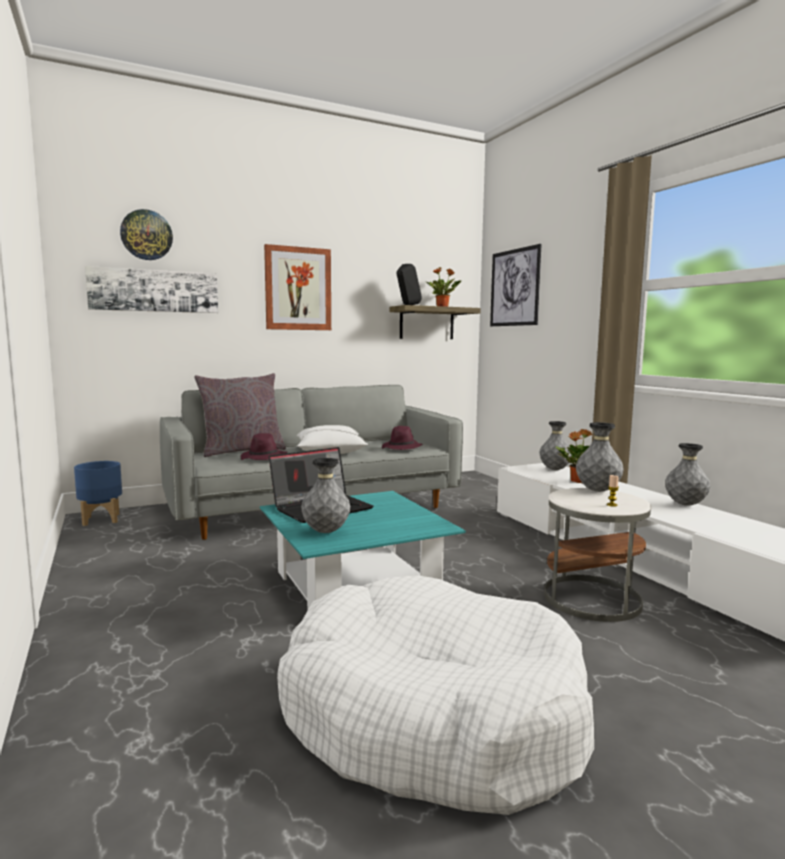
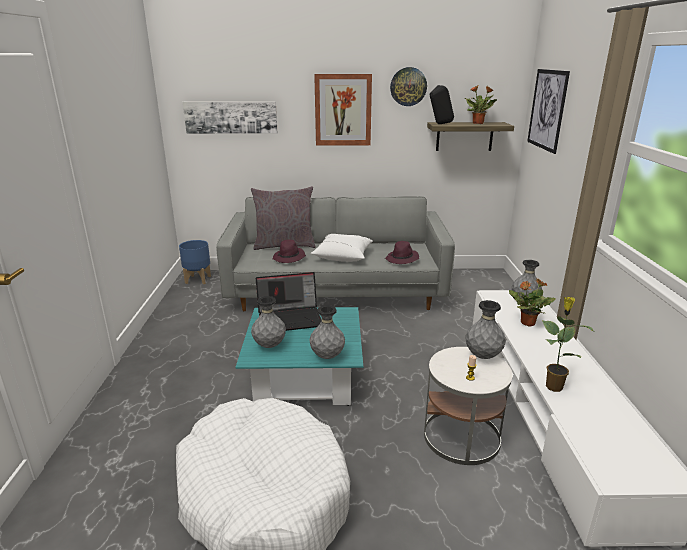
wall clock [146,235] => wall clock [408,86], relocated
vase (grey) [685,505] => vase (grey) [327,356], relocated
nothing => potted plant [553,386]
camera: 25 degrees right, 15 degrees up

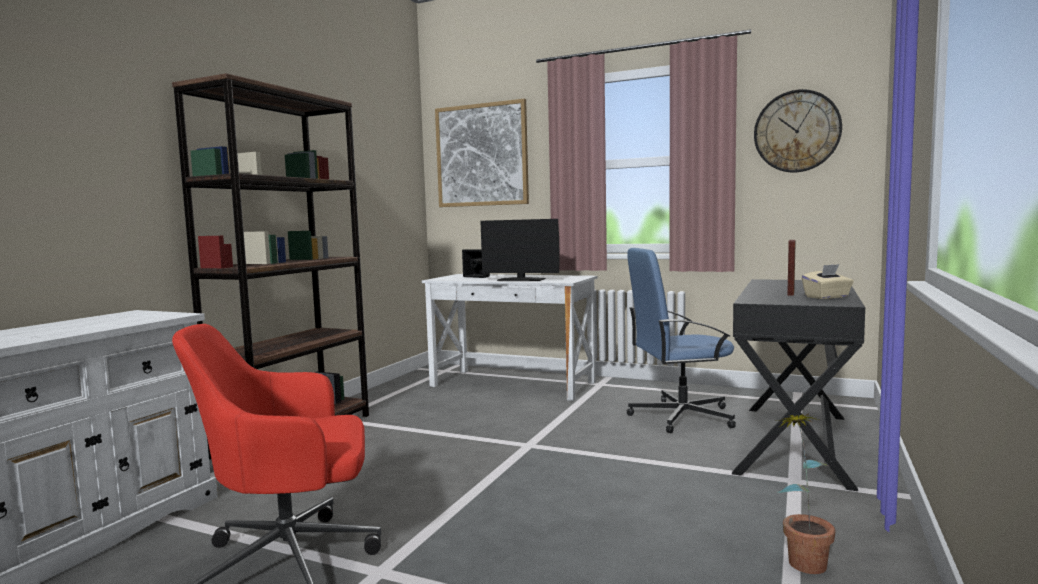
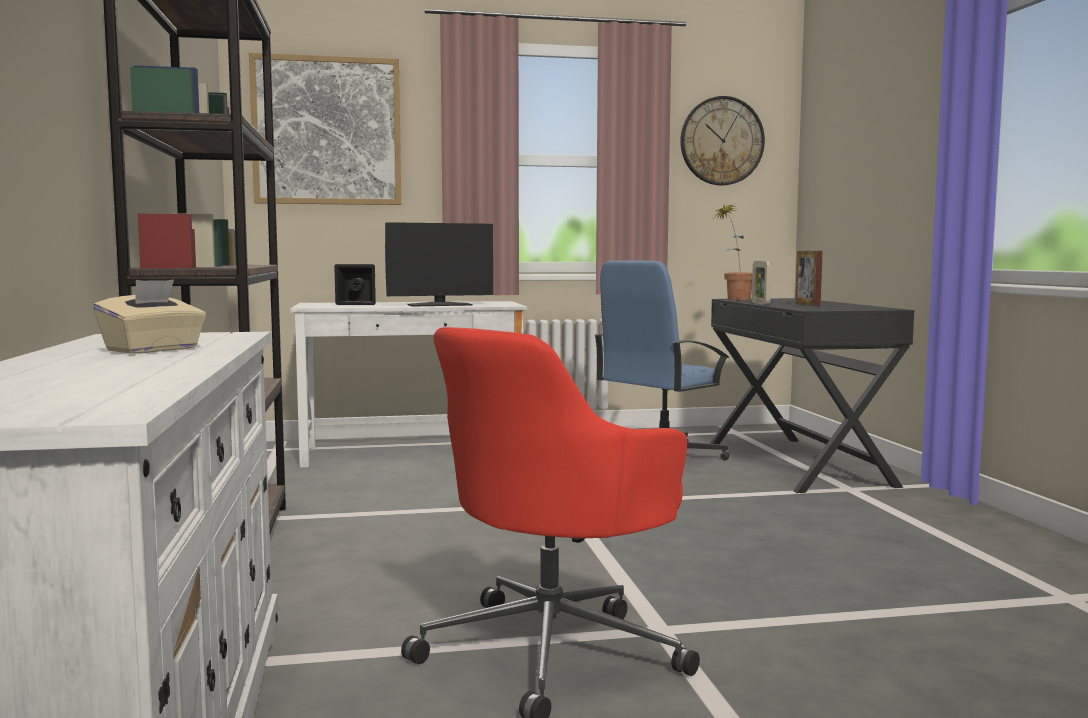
tissue box (beige) [827,297] => tissue box (beige) [153,350], relocated
potted plant [803,558] => potted plant [734,299], relocated
nothing => picture frame [760,303]
camera: 35 degrees left, 0 degrees up

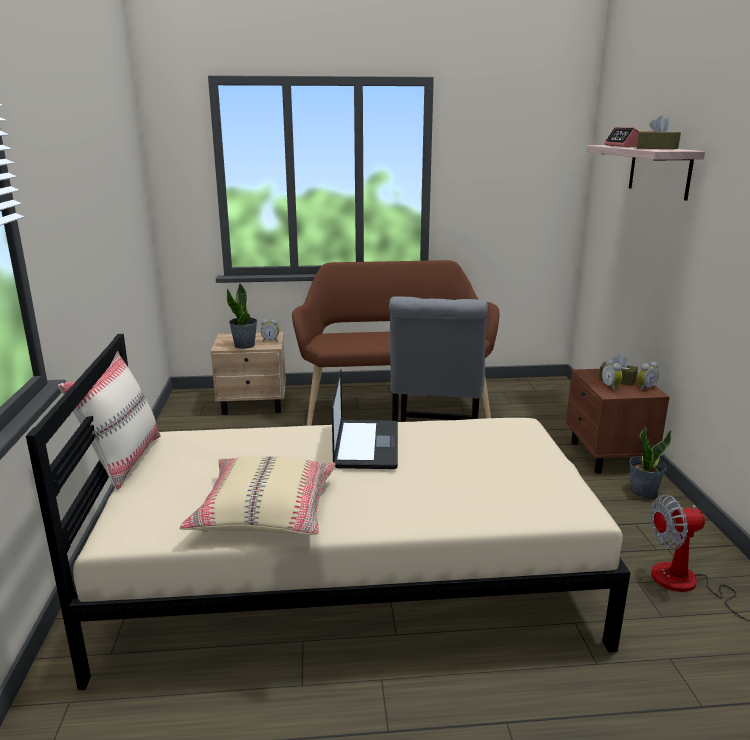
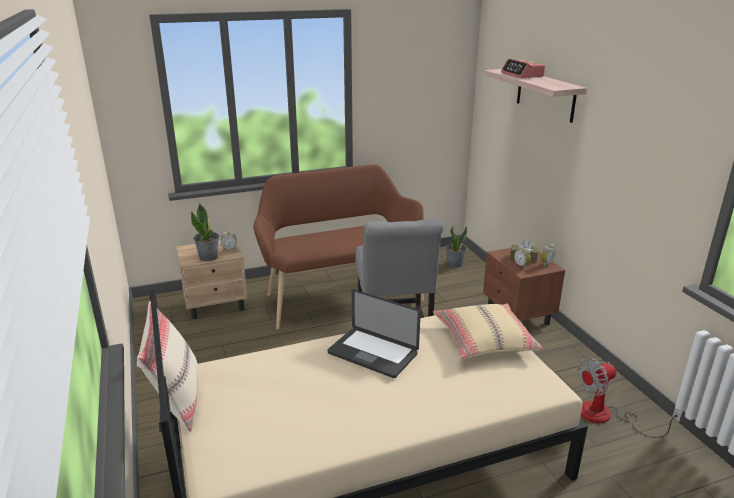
tissue box (brown) [657,148] => nothing
laptop [367,446] => laptop [372,353], 135 degrees clockwise
potted plant [643,491] => potted plant [454,264], relocated
pillow (beige) [265,511] => pillow (beige) [484,340], relocated
camera: 15 degrees left, 5 degrees up

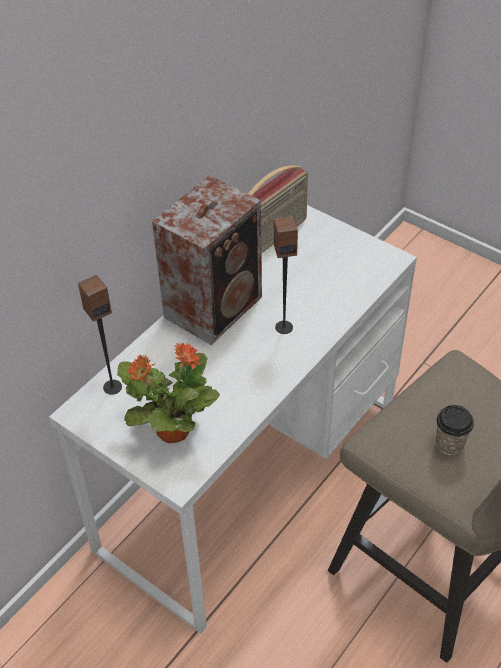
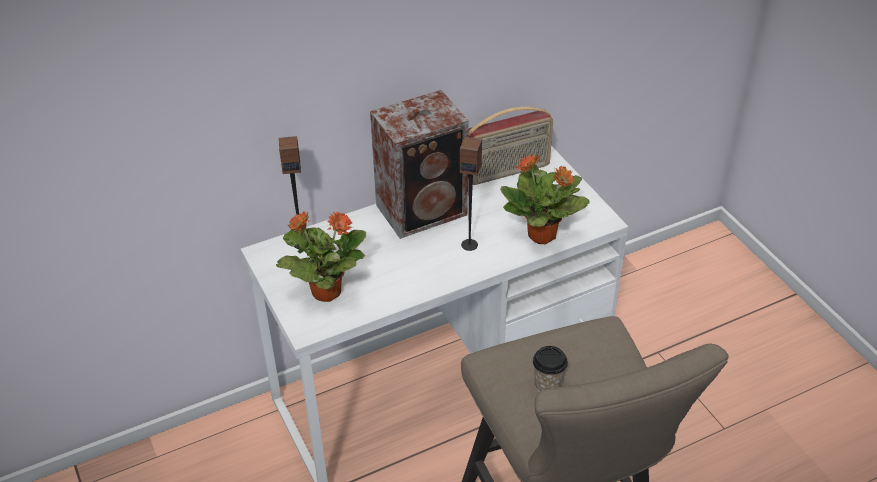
nothing => potted plant [543,236]
camera: 25 degrees right, 5 degrees down

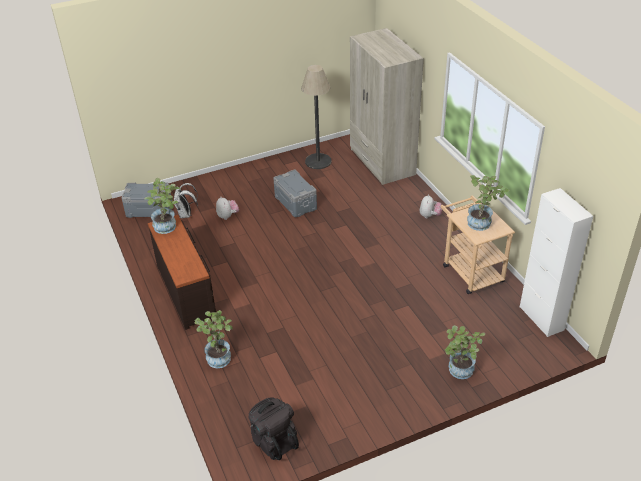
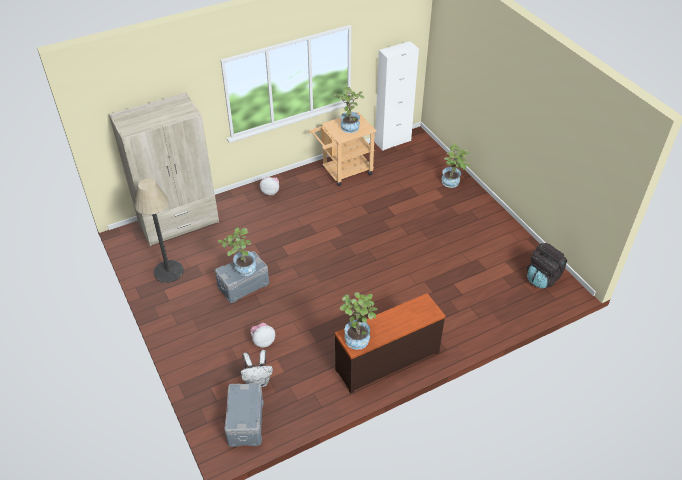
potted plant [218,356] => potted plant [242,268], relocated
camera: 95 degrees left, 5 degrees up

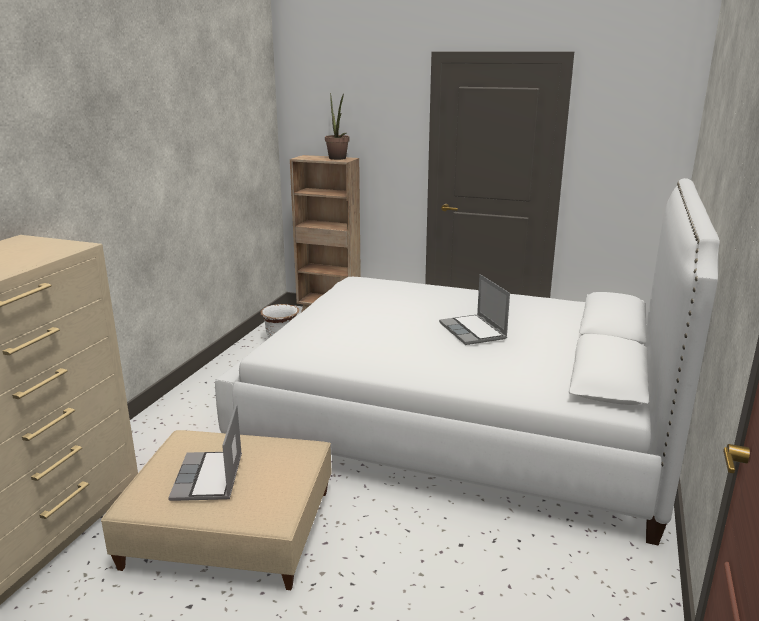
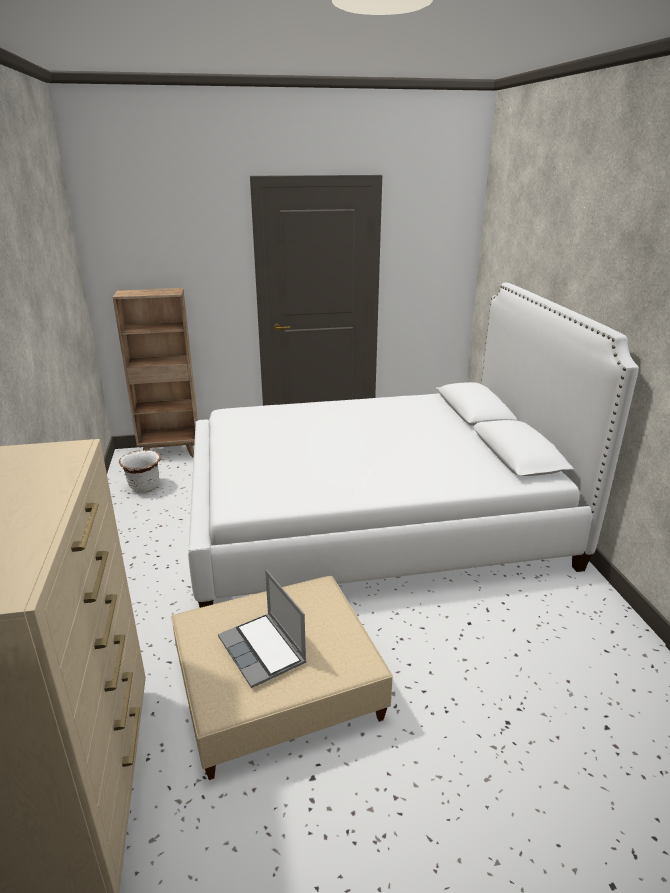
potted plant [338,159] => nothing
laptop [473,331] => nothing
camera: 30 degrees left, 5 degrees up

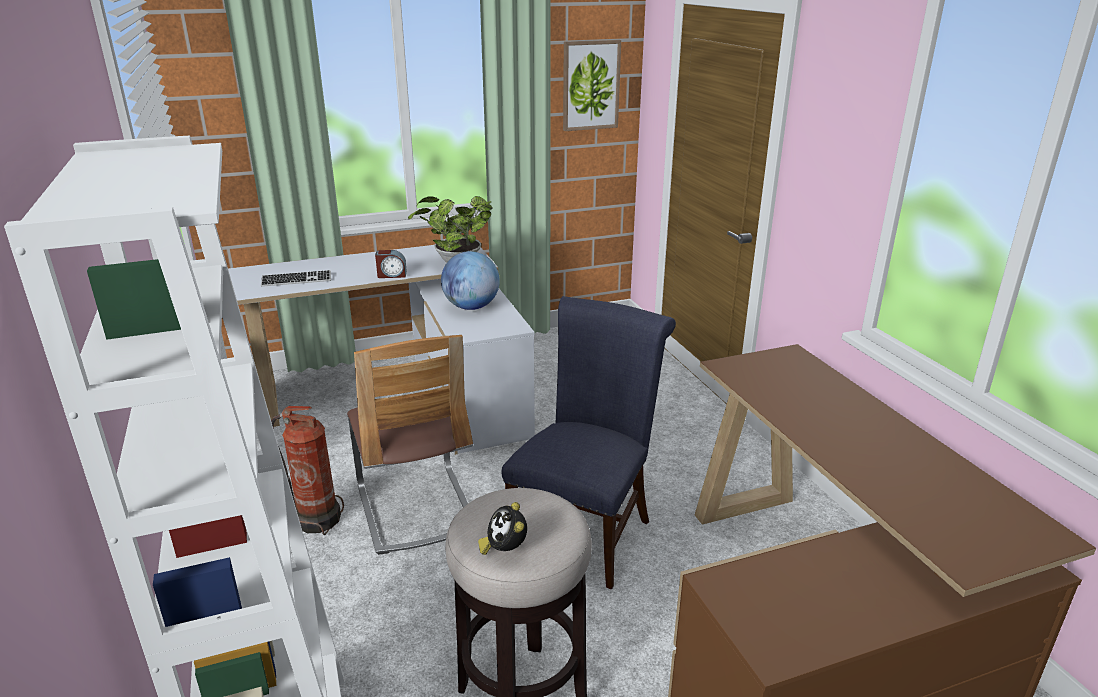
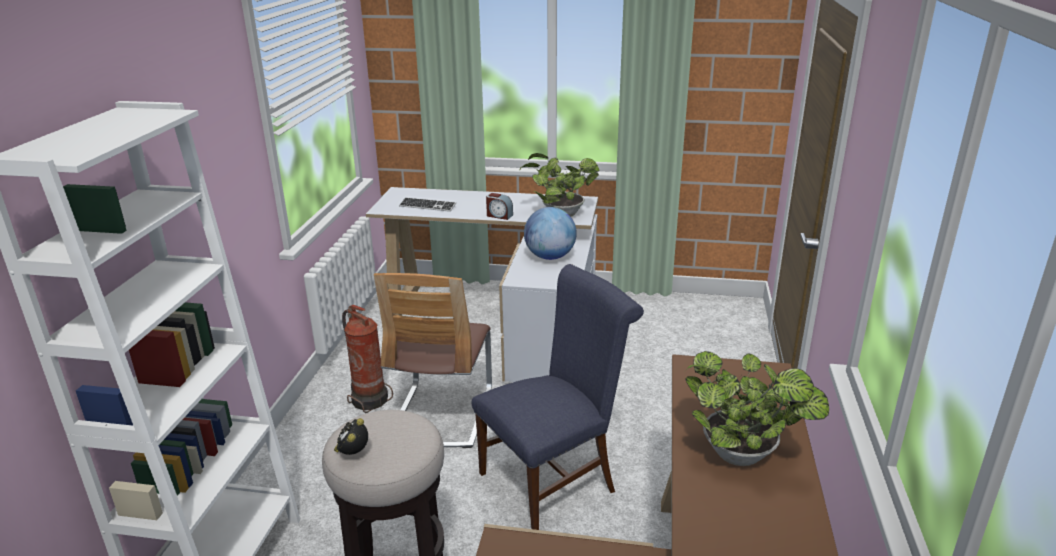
picture [590,85] => nothing
nothing => potted plant [744,456]
camera: 30 degrees right, 0 degrees up

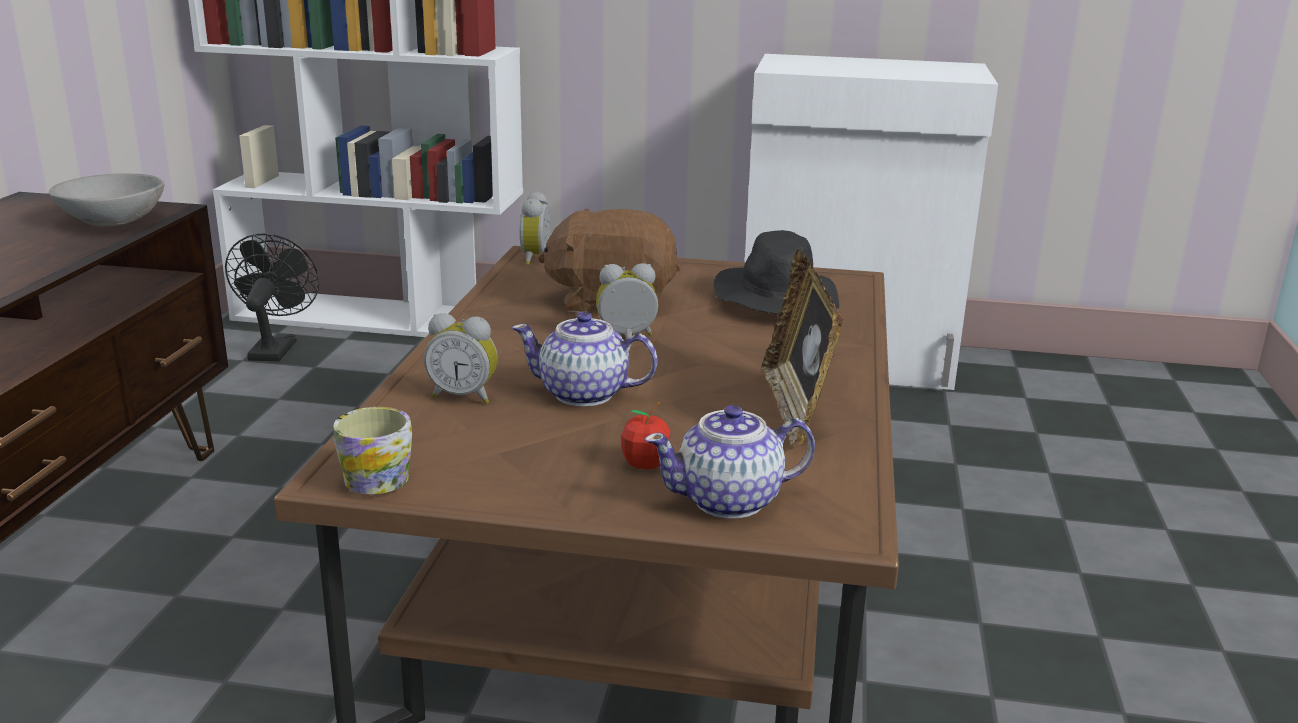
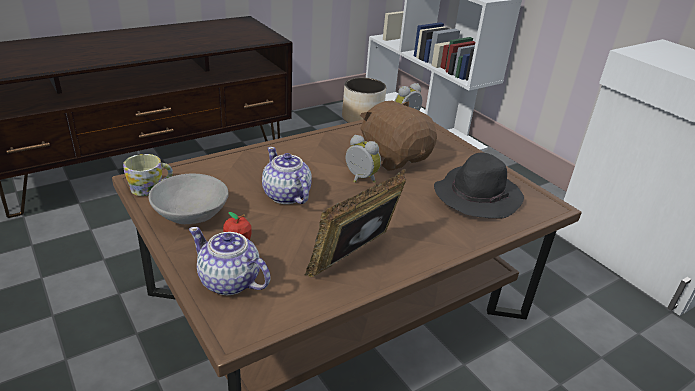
bowl (grey) [113,221] => bowl (grey) [191,215], relocated
fan (black) [275,348] => planter [361,119]
alarm clock [464,396] => nothing
camera: 45 degrees right, 10 degrees up

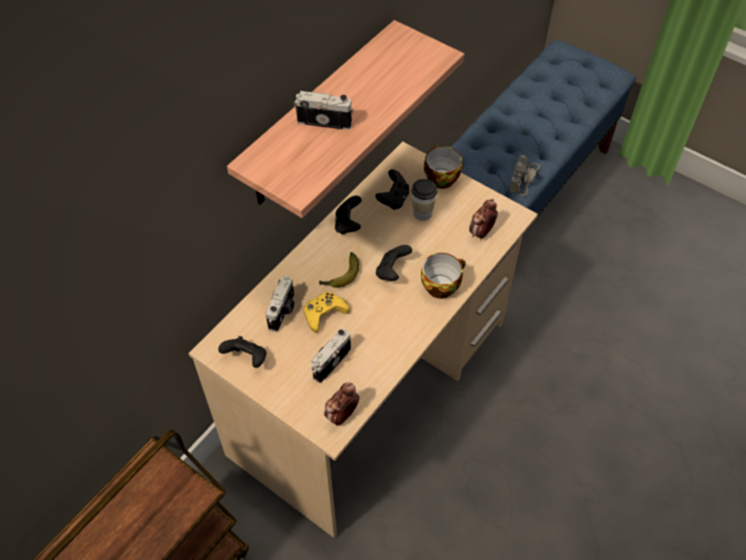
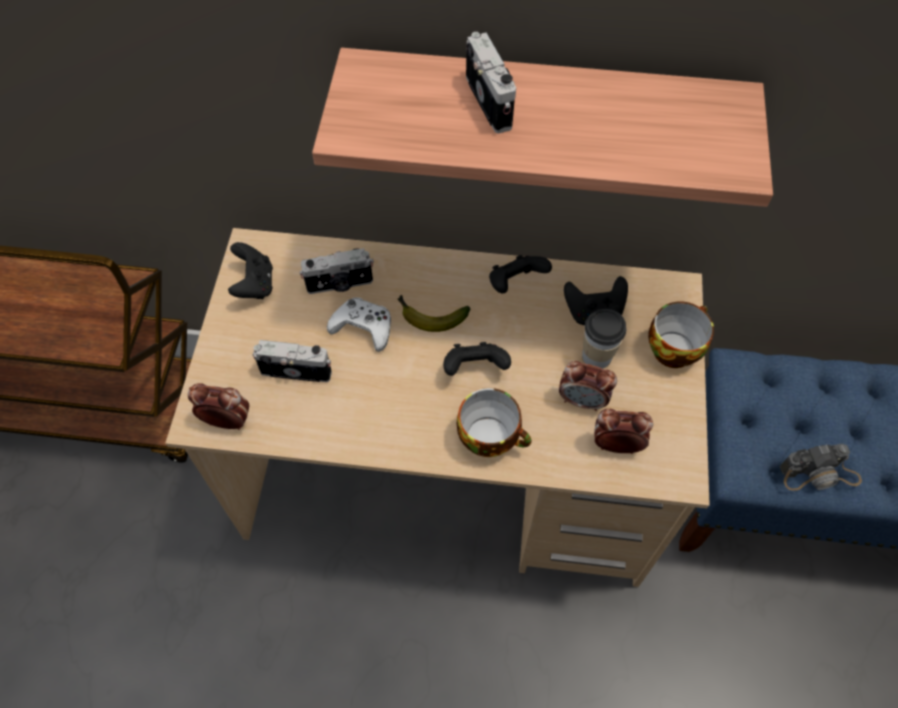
game controller (yellow) [324,313] => game controller (white) [363,327]
nothing => alarm clock [582,400]
camera: 60 degrees right, 5 degrees up

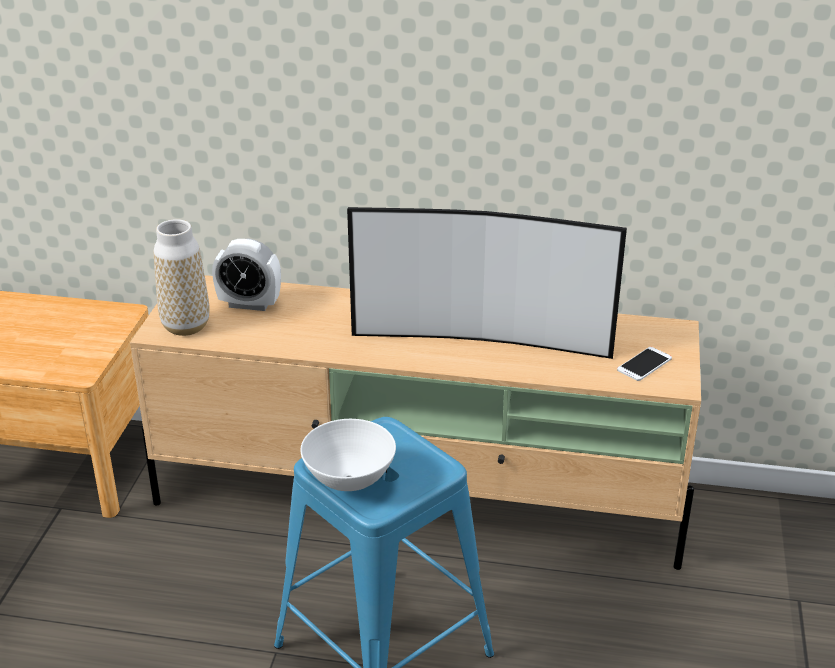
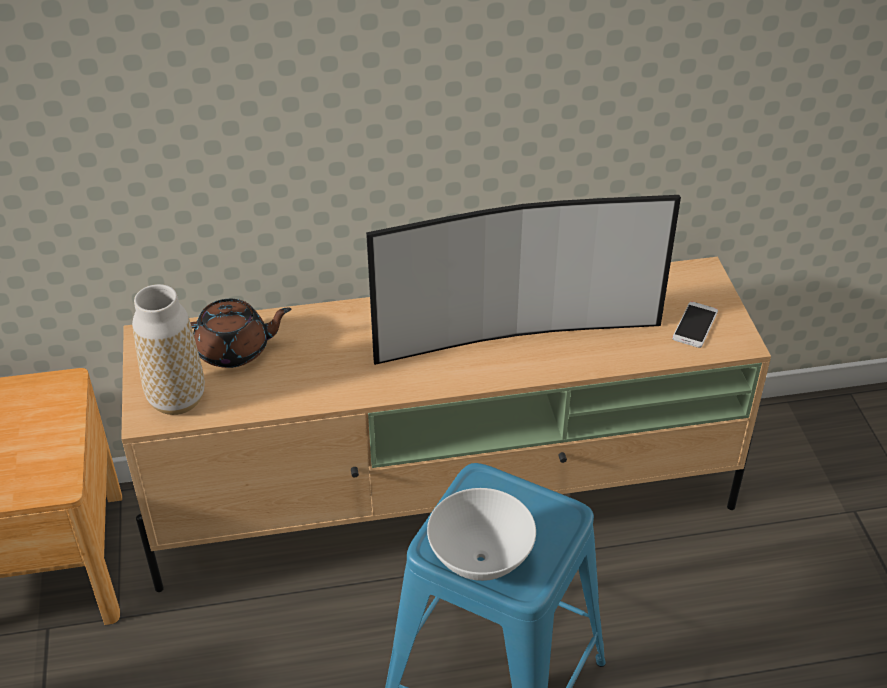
alarm clock [249,304] => teapot (brown) [234,350]
camera: 20 degrees left, 10 degrees up

